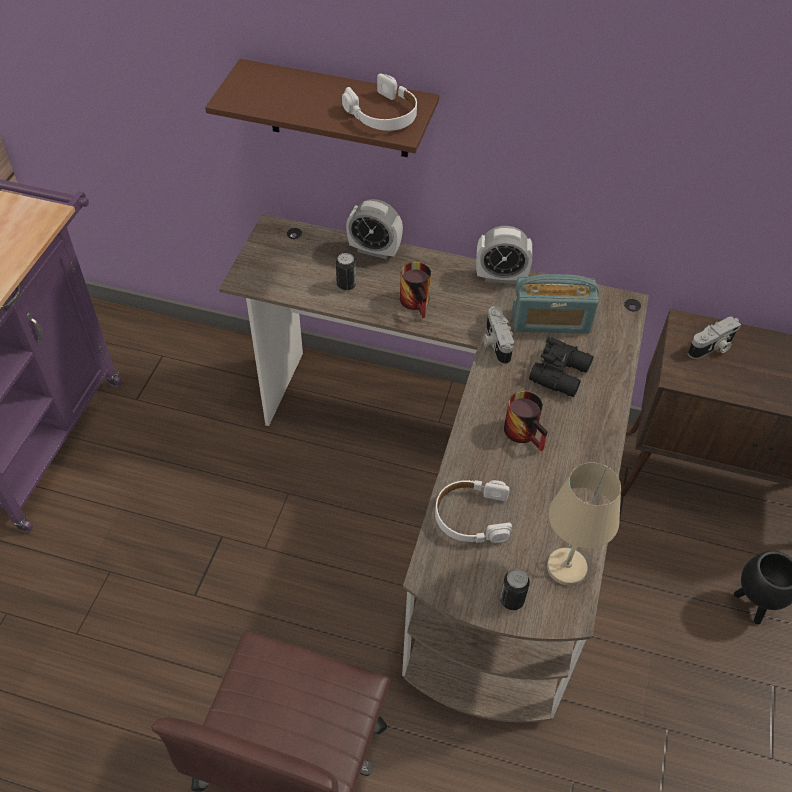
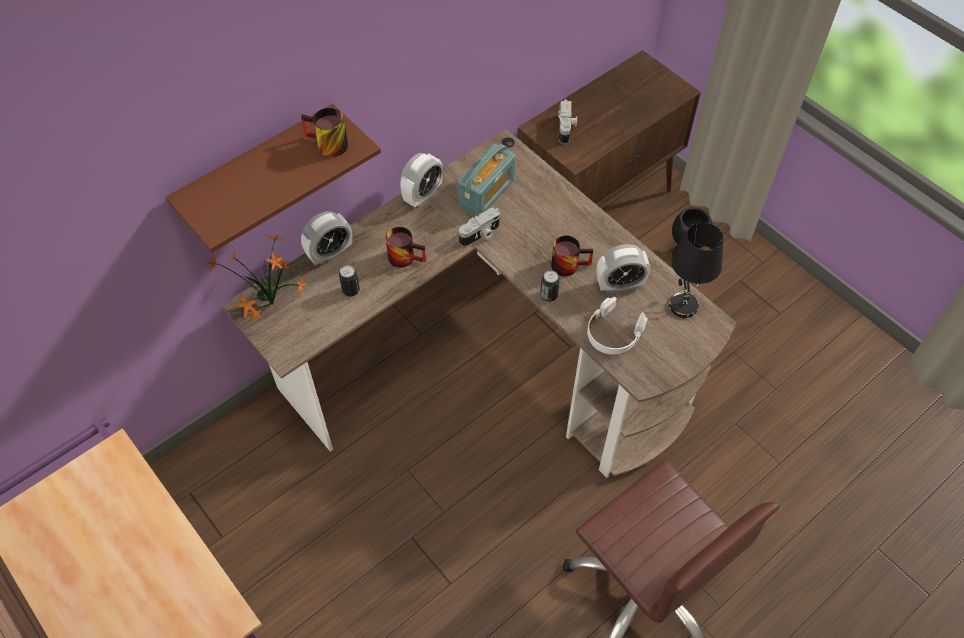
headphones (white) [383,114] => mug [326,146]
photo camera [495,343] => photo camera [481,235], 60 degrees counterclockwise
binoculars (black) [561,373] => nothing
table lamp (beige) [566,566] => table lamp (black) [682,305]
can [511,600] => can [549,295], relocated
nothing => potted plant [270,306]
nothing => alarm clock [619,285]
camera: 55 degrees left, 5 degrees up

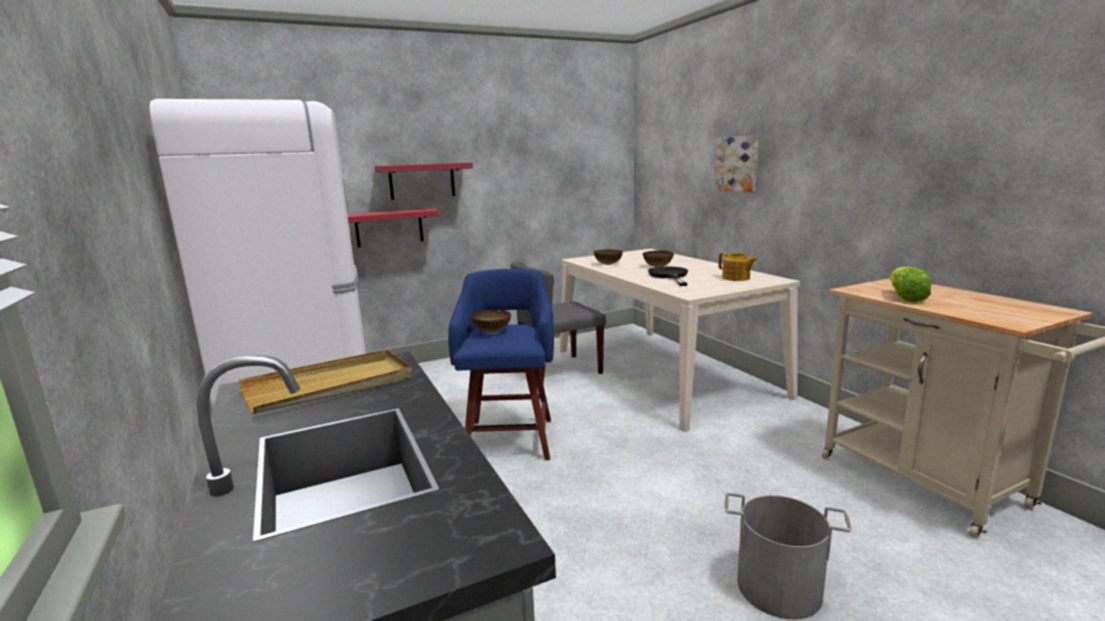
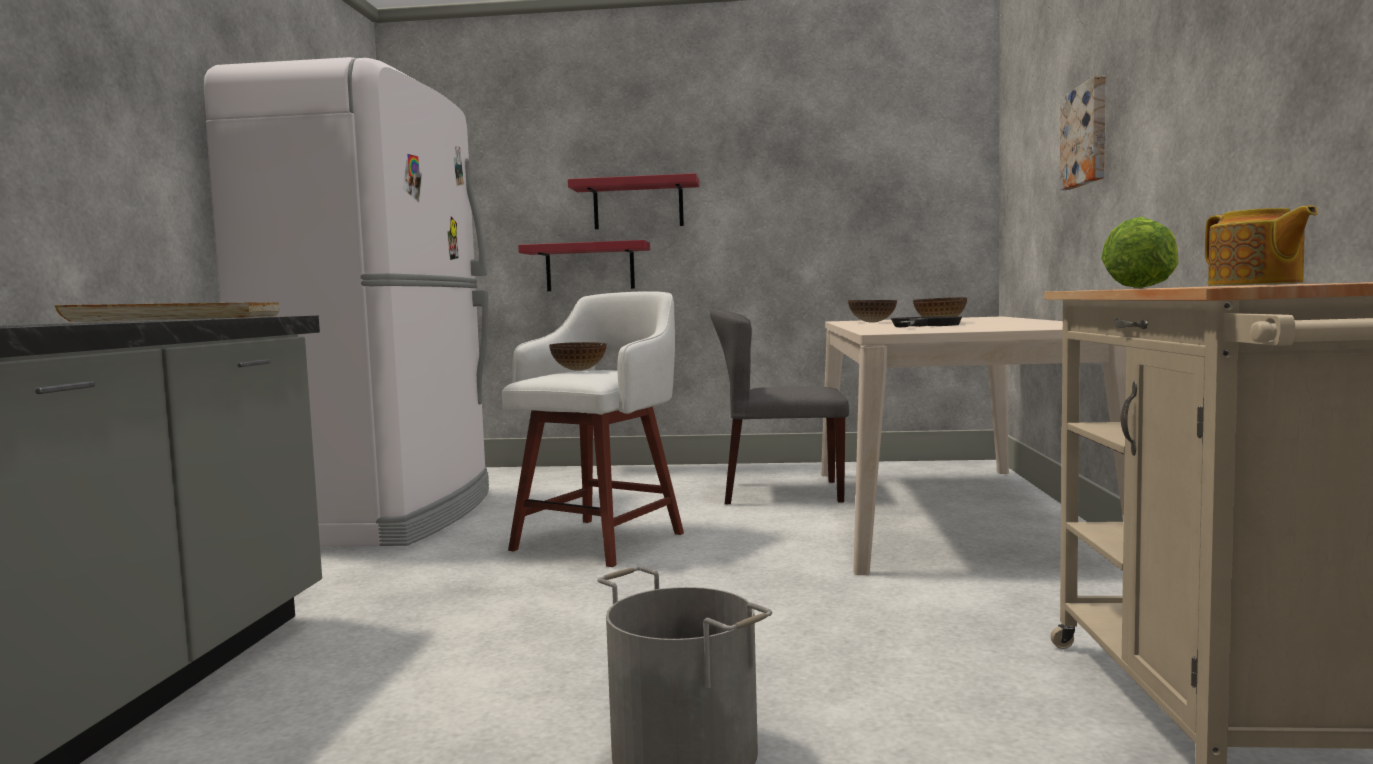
teapot [736,278] => teapot [1255,284], relocated
stool (blue) [510,437] => stool (white) [603,540]
camera: 30 degrees right, 10 degrees down

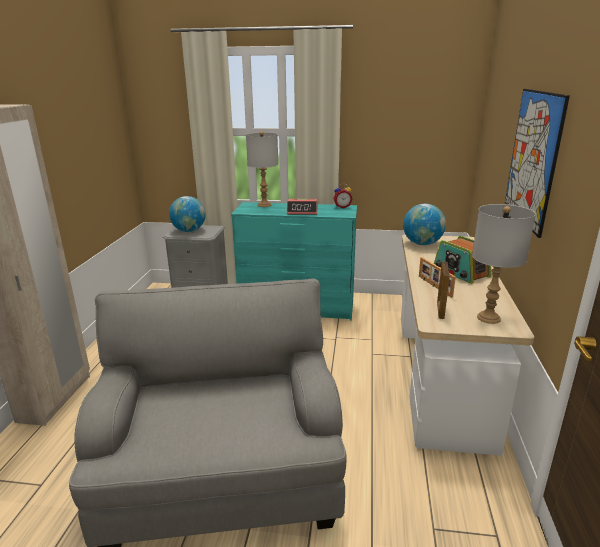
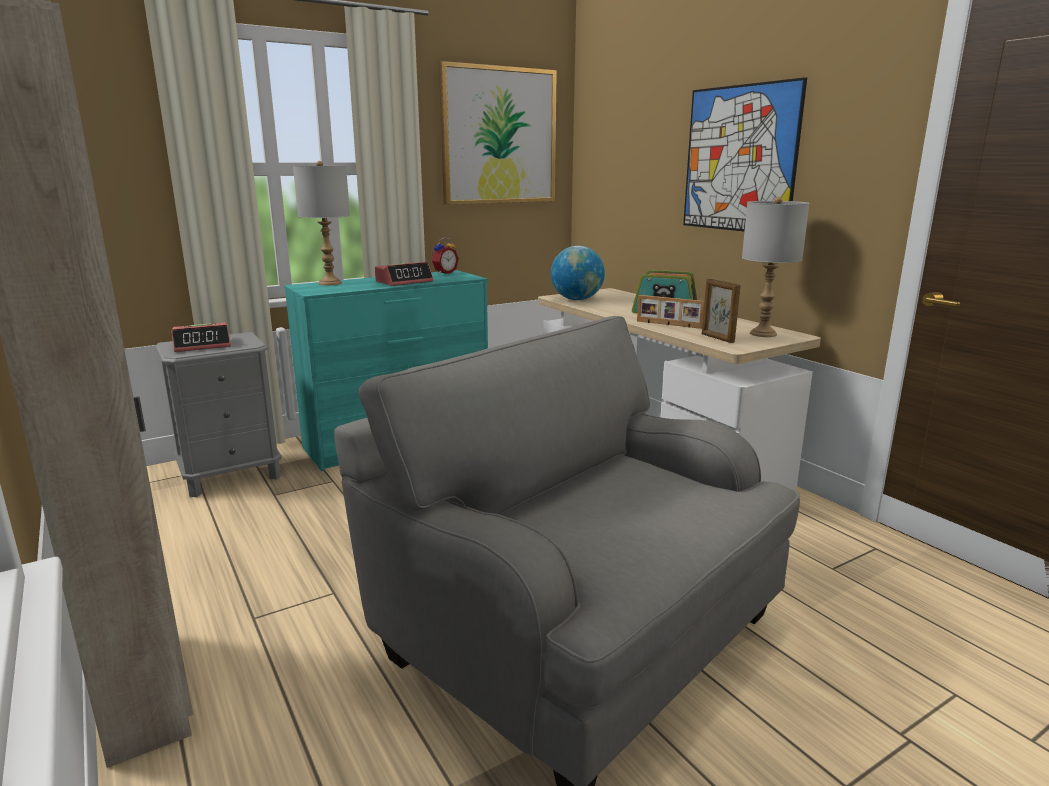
globe [189,231] => alarm clock [203,345]
nothing => picture [499,136]
camera: 40 degrees left, 5 degrees down

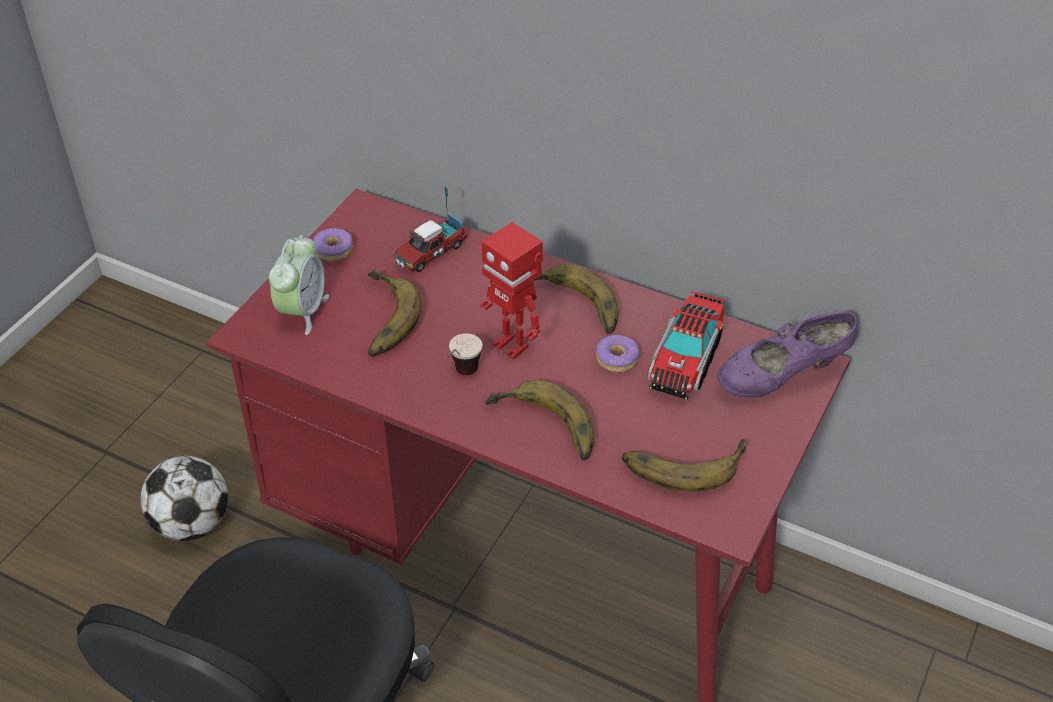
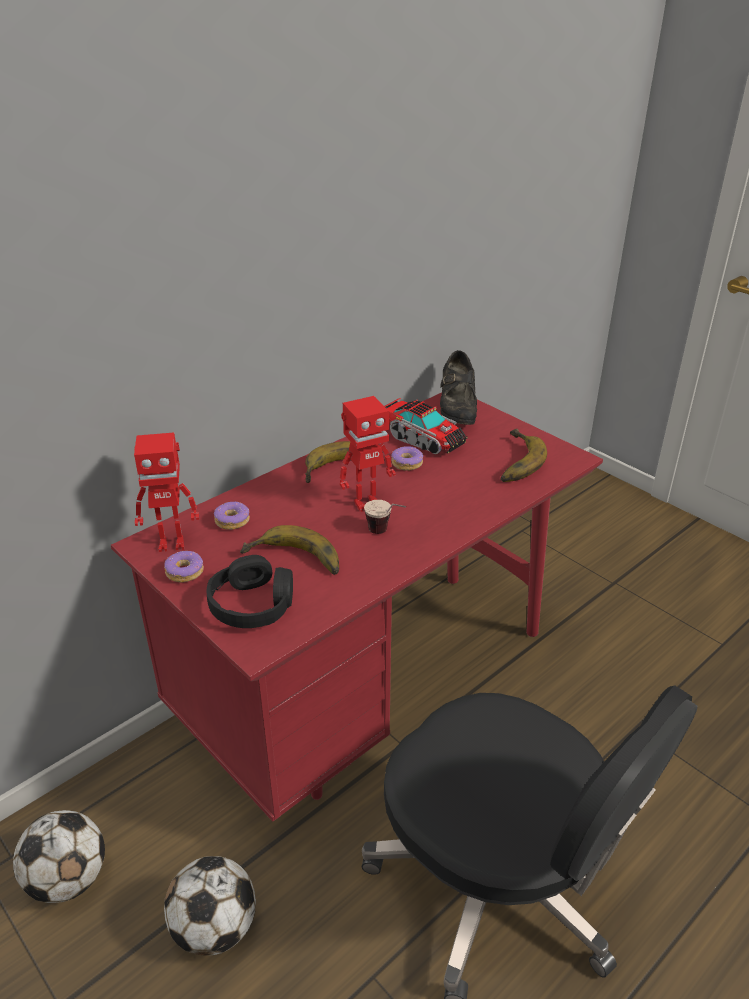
toy truck [429,253] => donut [232,521]
alarm clock [302,311] => headphones (black) [252,604]
shoe (purple) [782,378] => shoe (black) [457,411]
banana [542,430] => nothing
nothing => toy robot [172,543]
nothing => football [68,879]
camera: 70 degrees left, 10 degrees down

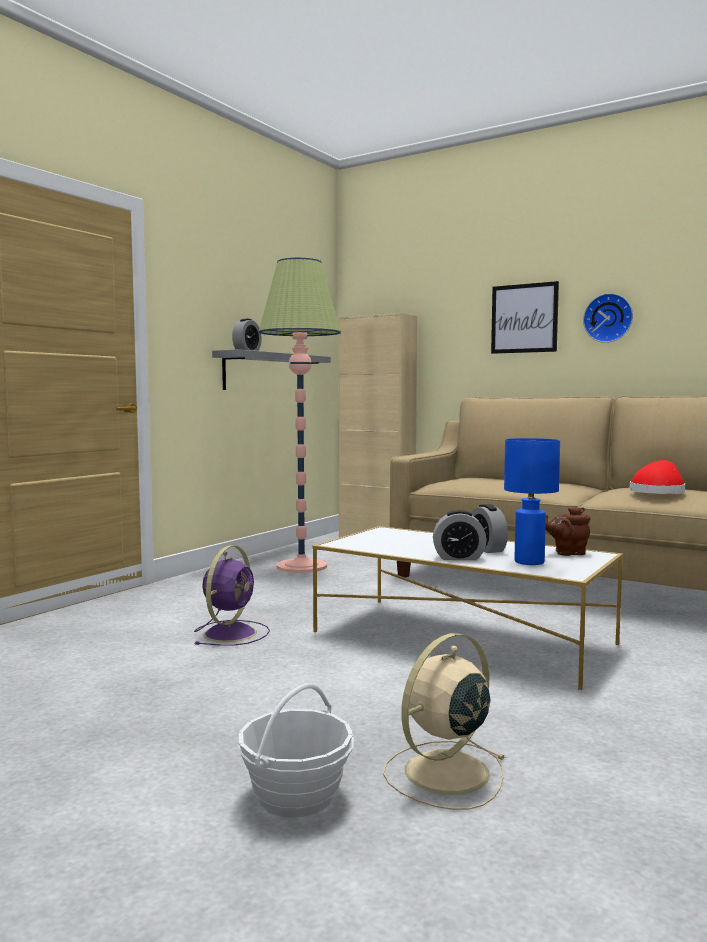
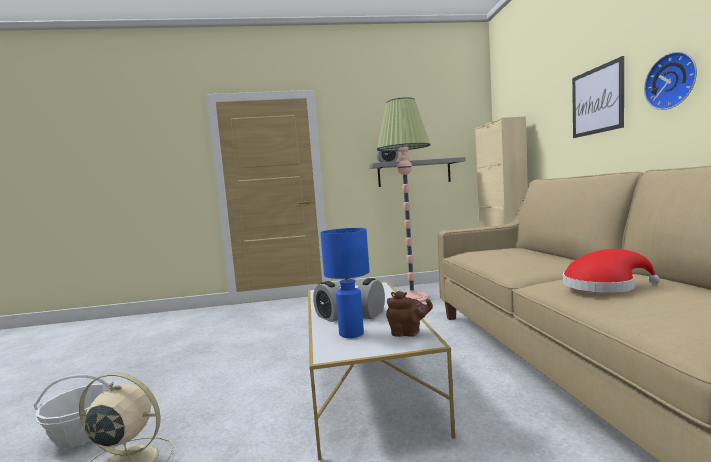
teapot (brown) [567,553] => teapot (brown) [408,333], 150 degrees clockwise
fan (purple) [231,633] => nothing
camera: 50 degrees right, 0 degrees up

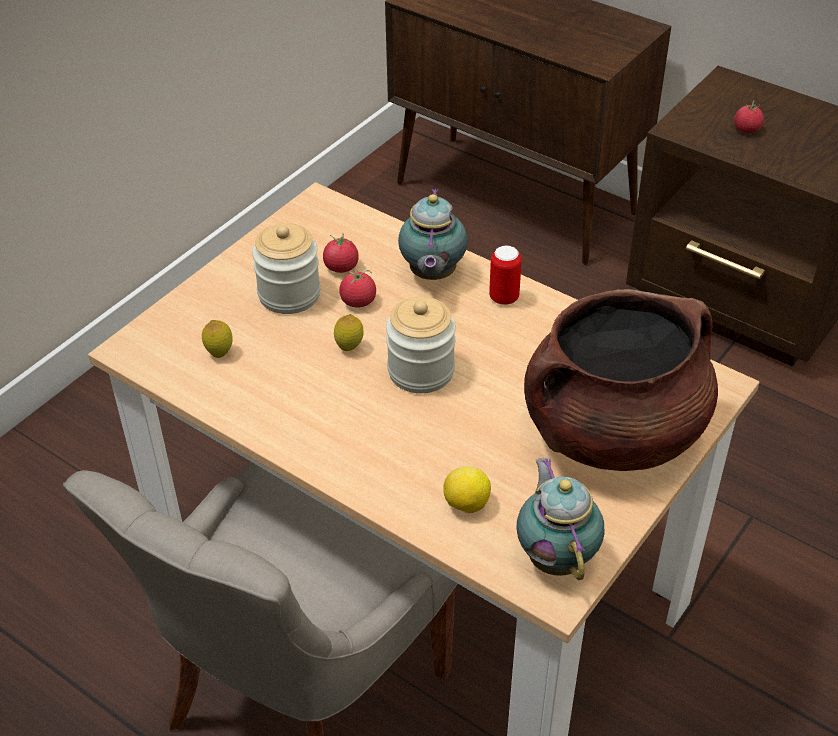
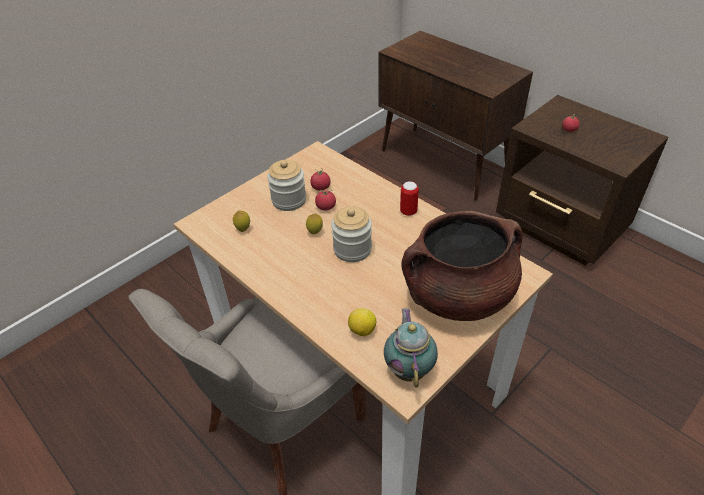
teapot [431,275] => nothing
camera: 10 degrees right, 0 degrees up

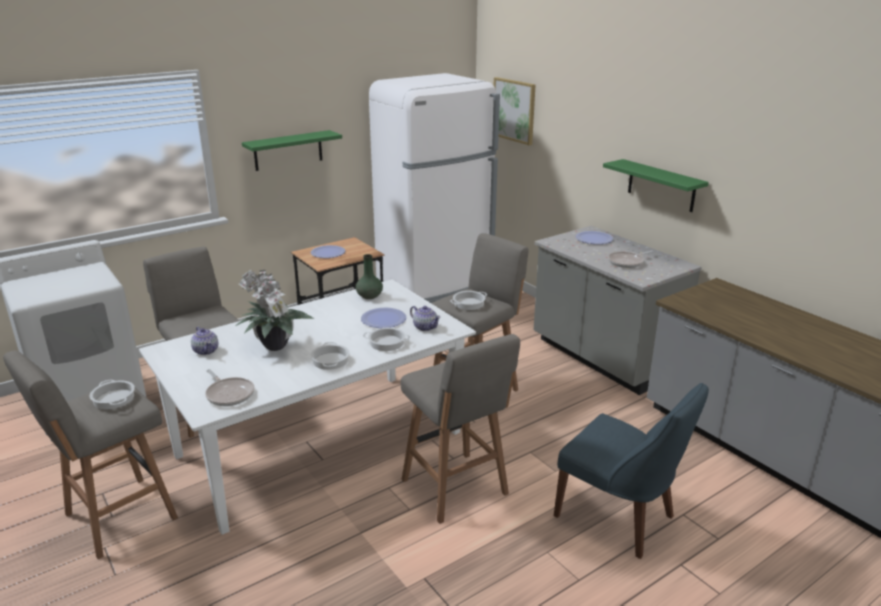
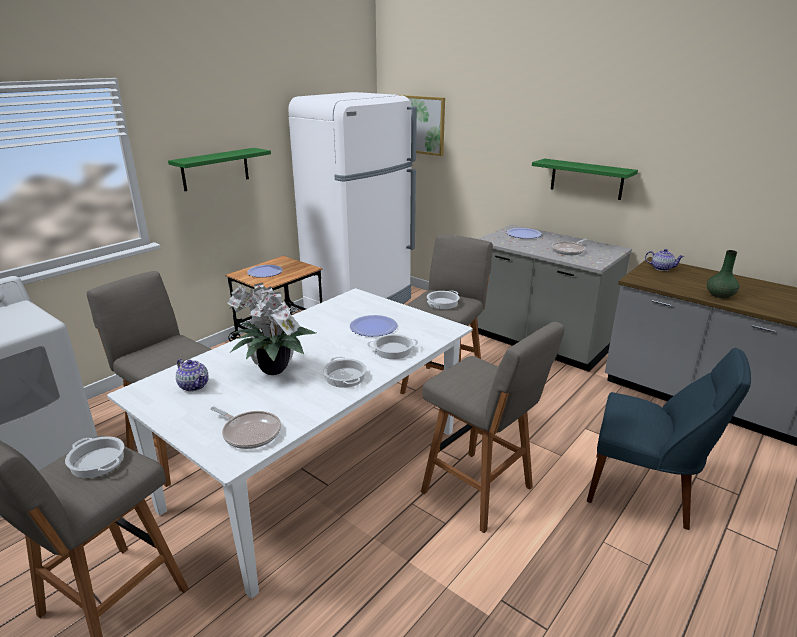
vase (green) [369,296] => vase (green) [720,295], relocated
teapot [425,327] => teapot [661,268], relocated
camera: 15 degrees left, 0 degrees up

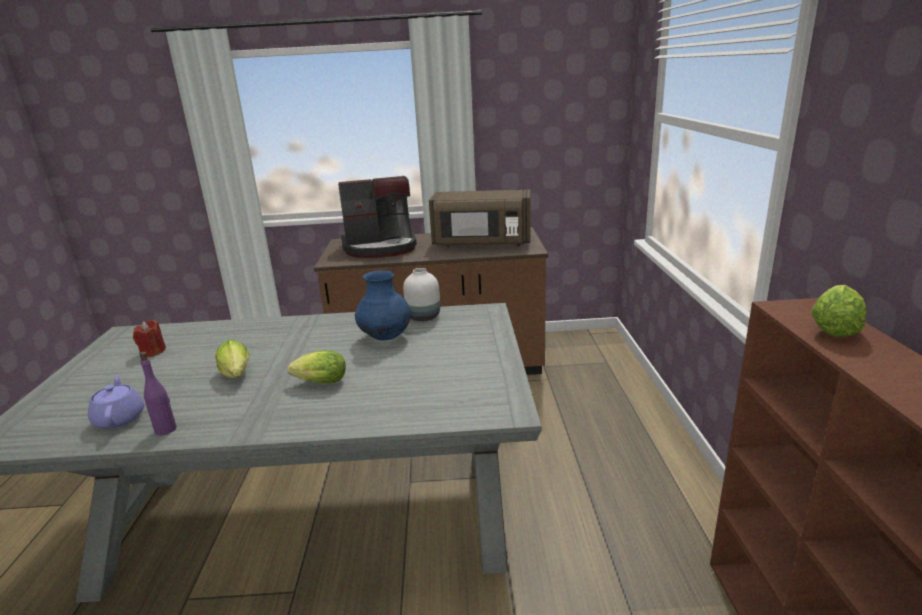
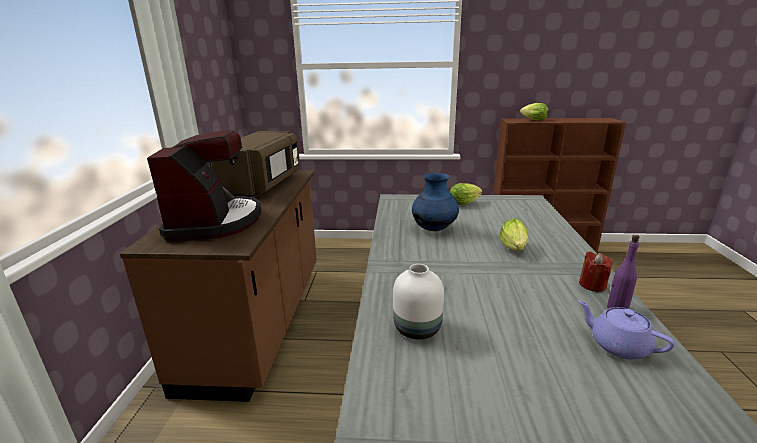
vase (white) [423,317] => vase (white) [418,328], relocated
candle (red) [153,352] => candle (red) [592,285], relocated
lettuce [237,376] => lettuce [465,203], relocated
teapot (purple) [120,418] => teapot (purple) [617,345], 60 degrees clockwise
camera: 85 degrees left, 0 degrees up

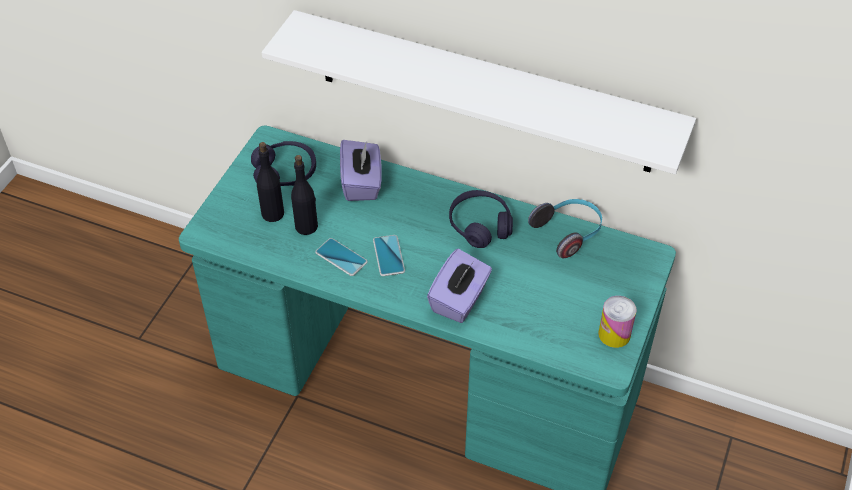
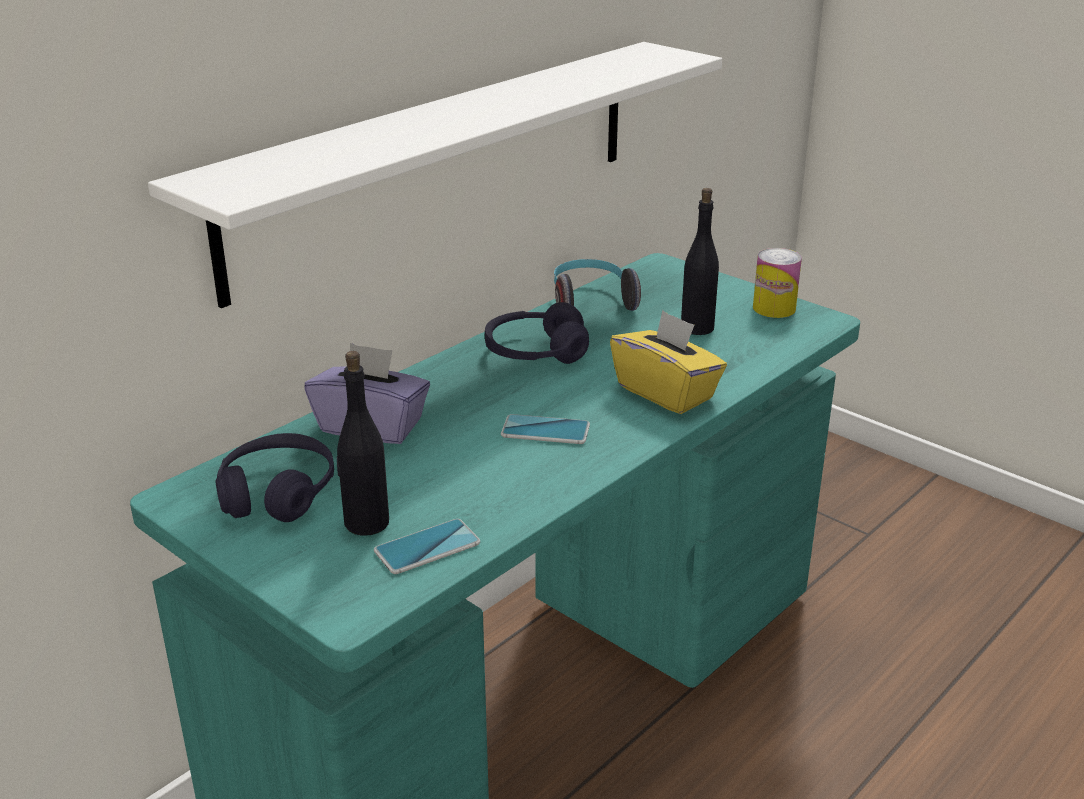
bottle (black) [306,226] => bottle (black) [696,327], relocated
phone [341,257] => phone [427,548], relocated
tissue box (purple) [459,300] => tissue box (yellow) [666,392]
camera: 70 degrees left, 20 degrees down

